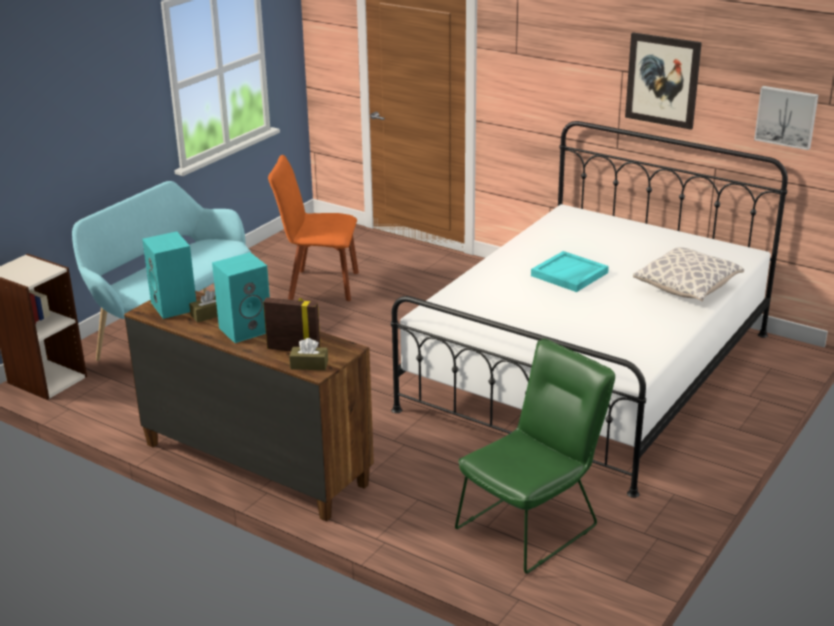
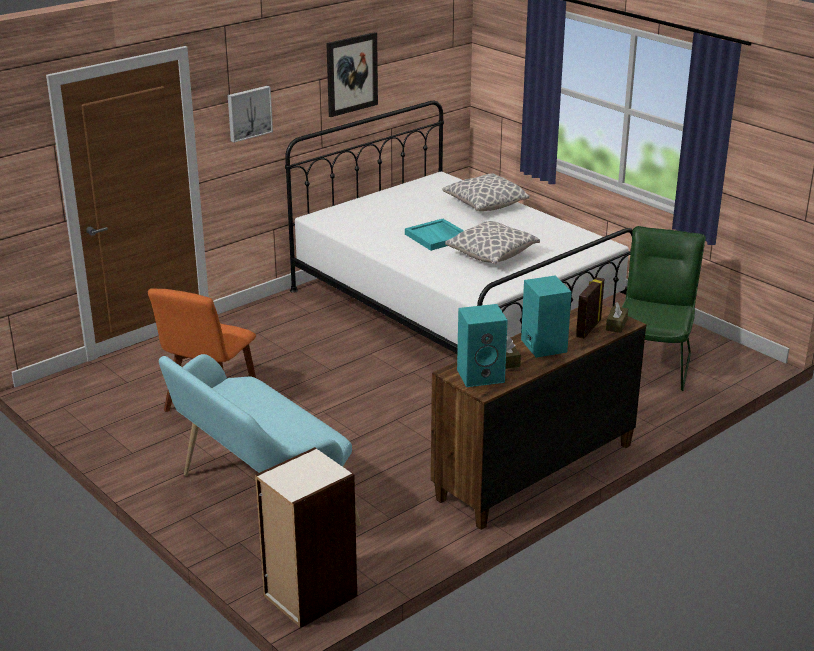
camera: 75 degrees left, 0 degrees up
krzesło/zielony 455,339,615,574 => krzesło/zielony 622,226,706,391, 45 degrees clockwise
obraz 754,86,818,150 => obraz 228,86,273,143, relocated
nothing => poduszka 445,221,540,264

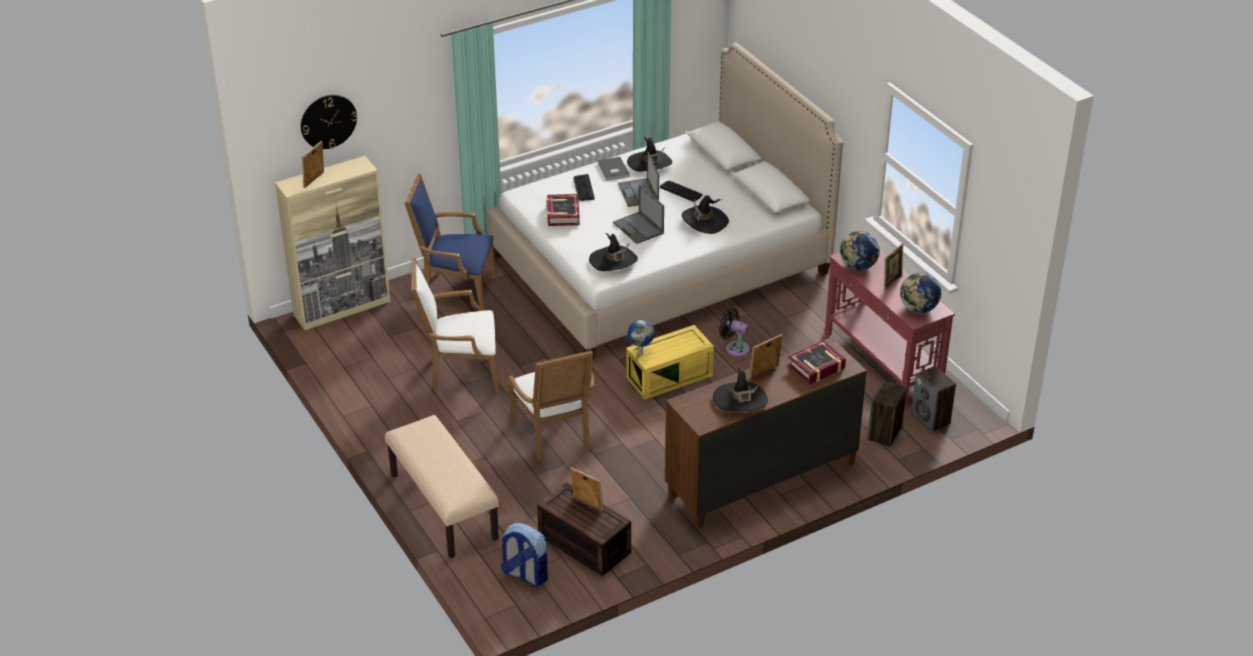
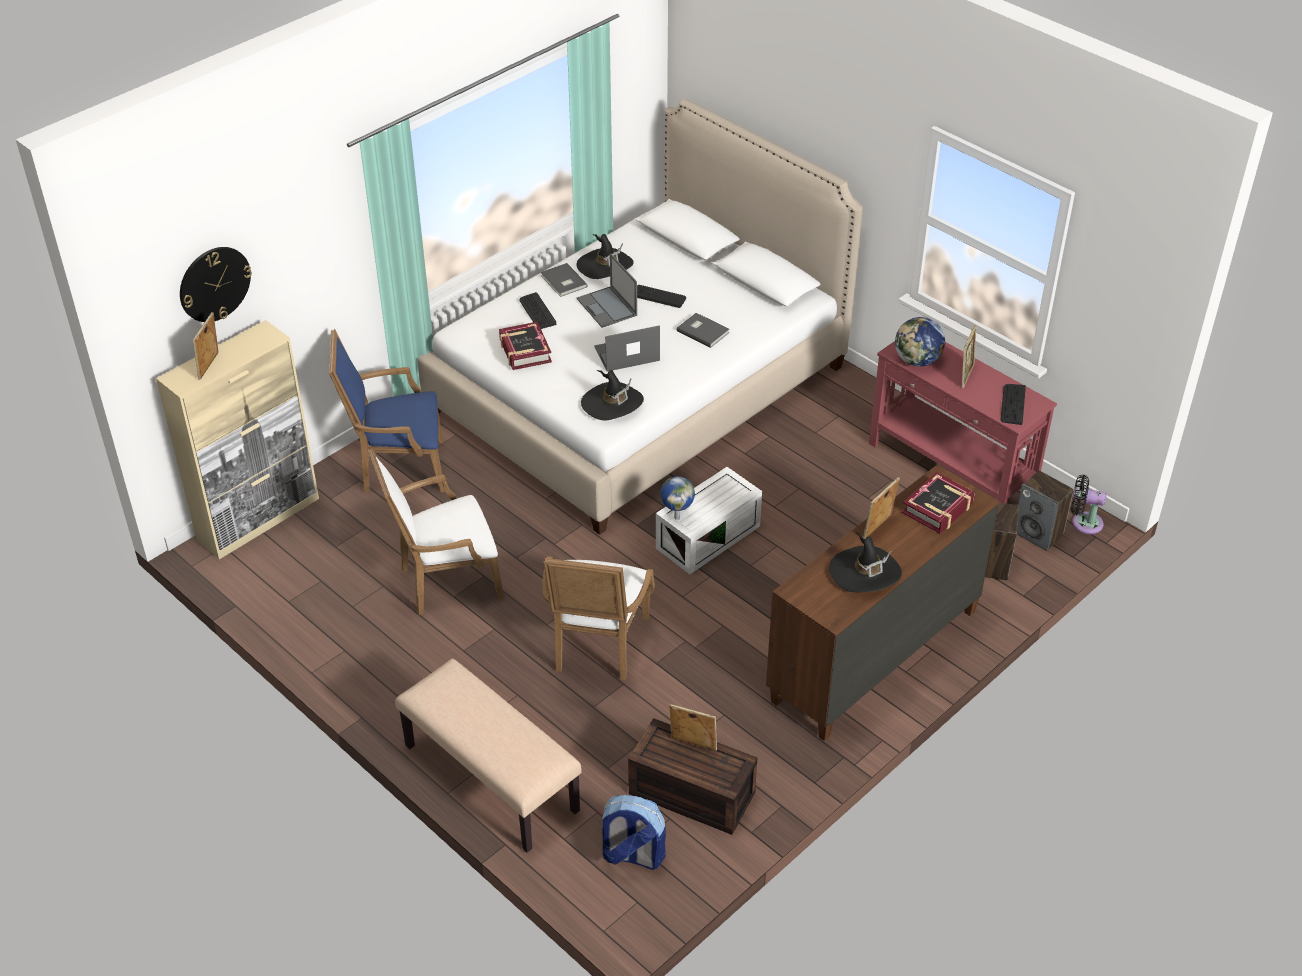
camera: 15 degrees left, 5 degrees up
fotel/biały 507,350,594,461 => fotel/biały 542,556,655,681, 45 degrees clockwise
laptop 613,185,664,244 => laptop 594,325,660,372, 120 degrees clockwise
pojemnik do przechowywania/żółty 626,325,714,400 => pojemnik do przechowywania/biały 656,467,762,574
kapelusz/czarny 682,195,729,234 => książka/szary 677,313,730,348
wentylator/czarny 719,308,750,357 => wentylator/czarny 1071,474,1107,534, relocated
globus 900,272,941,313 => klawiatura 1001,384,1026,425

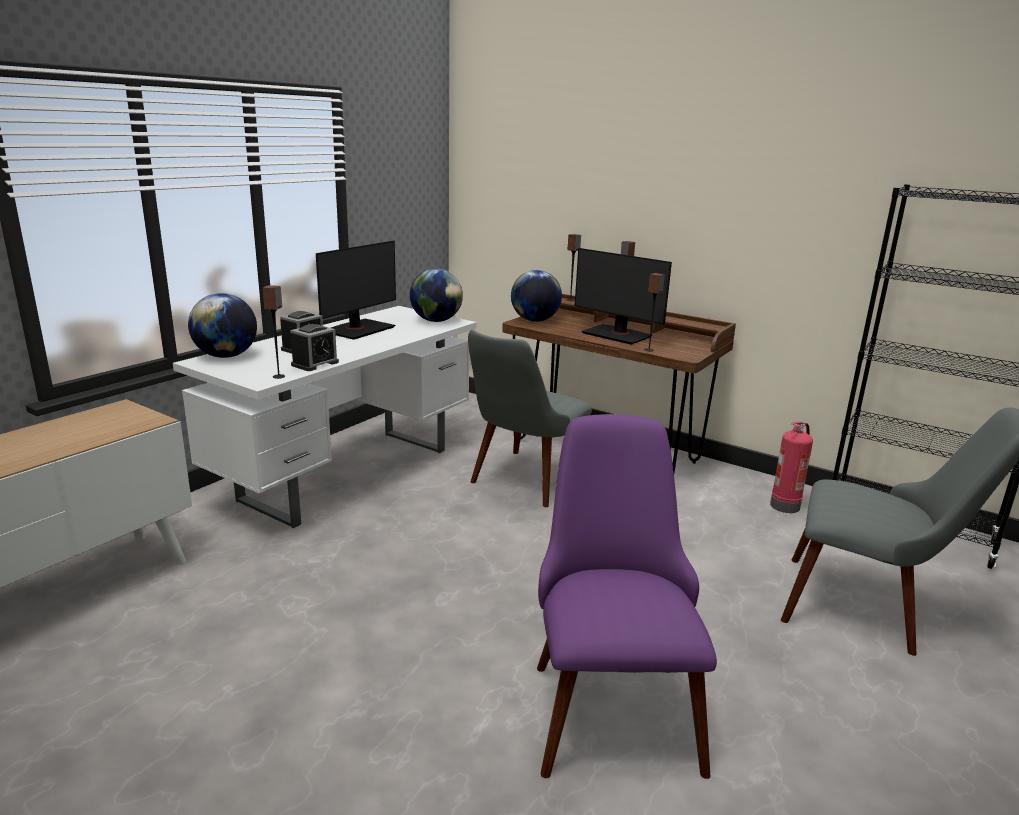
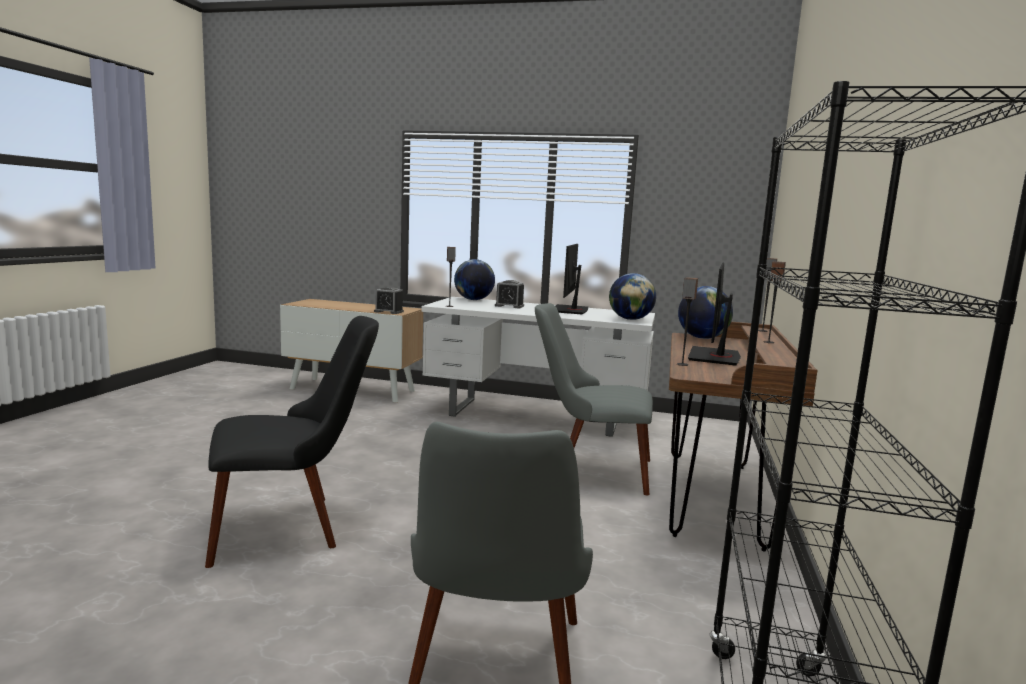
camera: 70 degrees right, 10 degrees down
budzik 290,324,339,371 => budzik 374,287,404,314, relocated
monitor 316,241,396,340 => monitor 556,244,588,314, 90 degrees clockwise
krzesło/fioletowy 537,414,717,779 => krzesło/czarny 205,316,379,568
gaśnica 770,422,813,513 => nothing

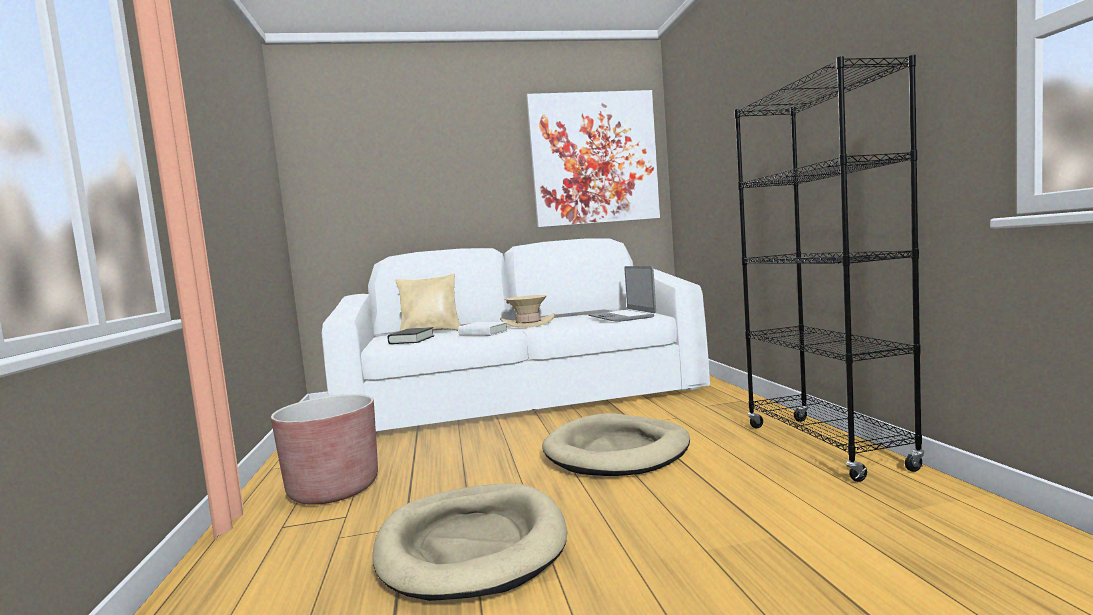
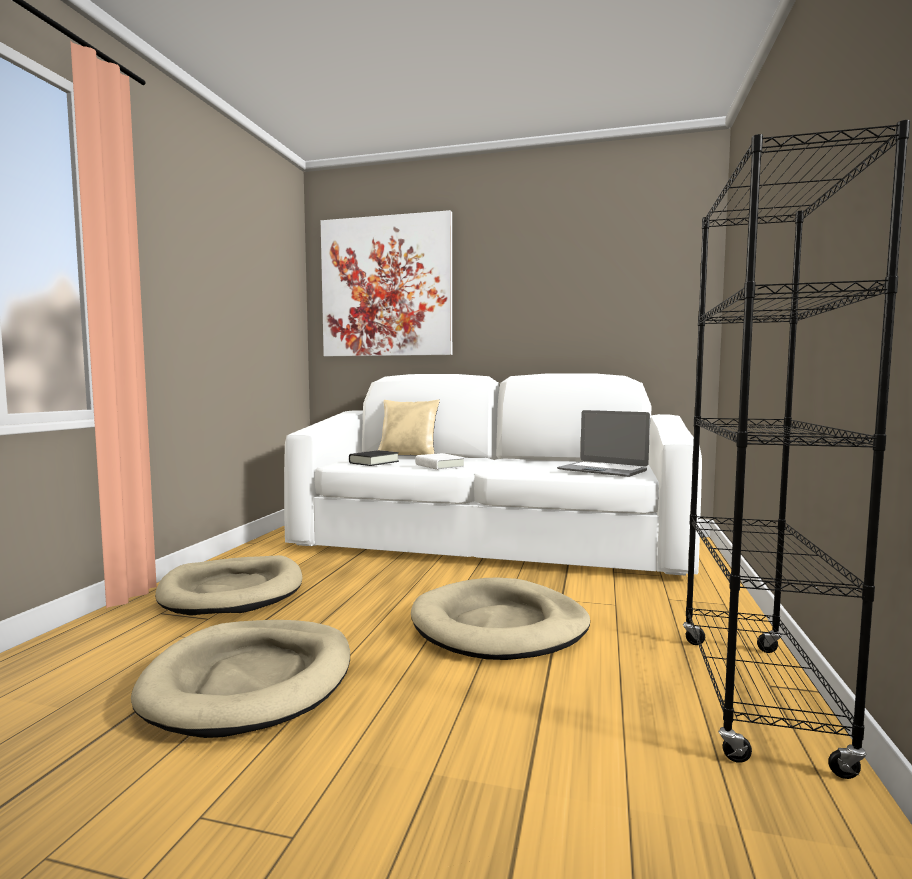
camera: 25 degrees right, 0 degrees up
donica/brązowy 271,394,378,505 => legowisko/beżowy 155,555,302,616
kapelusz/beżowy 501,295,555,328 => nothing
obraz 526,90,660,227 => obraz 321,210,452,357, relocated
laptop 588,266,656,322 => laptop 557,410,650,477, 60 degrees counterclockwise

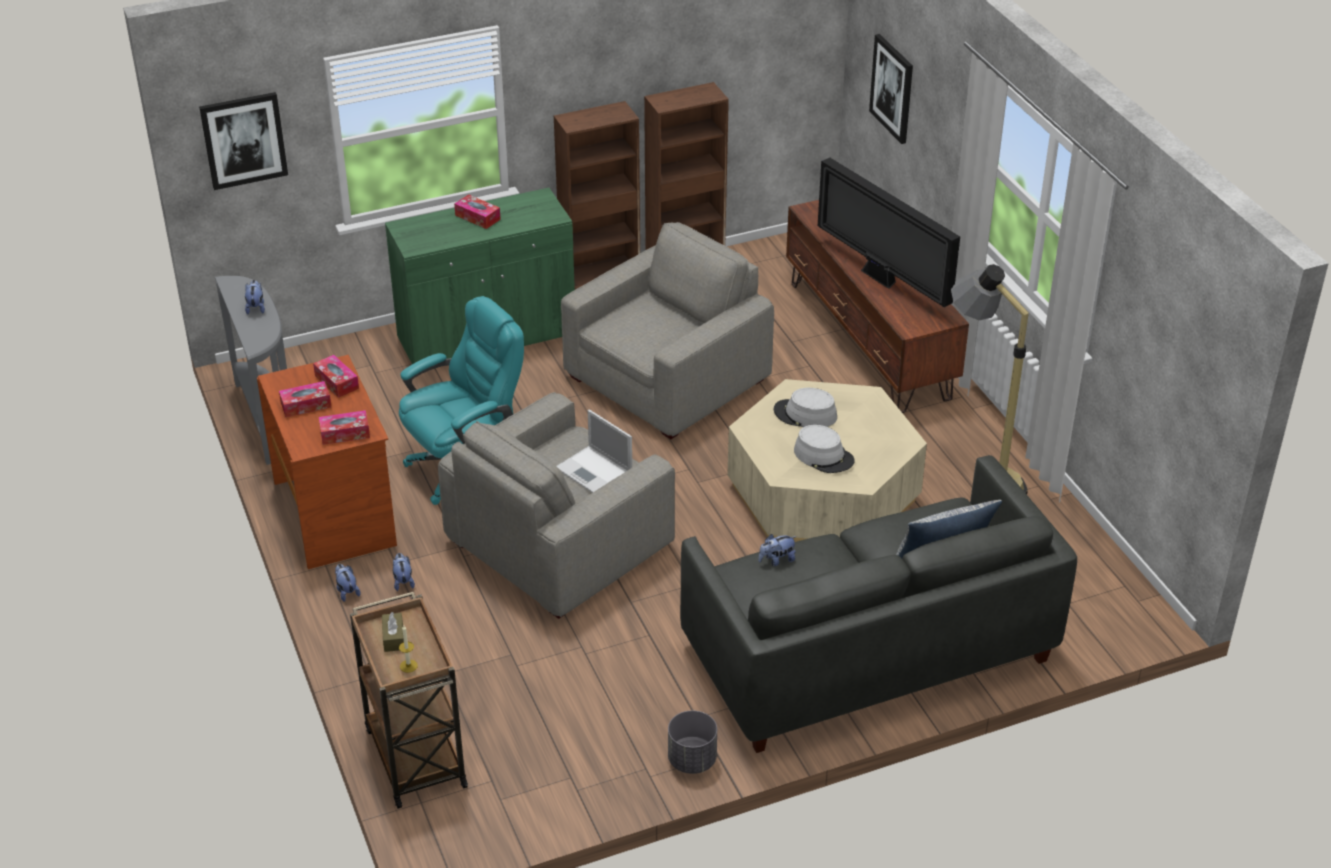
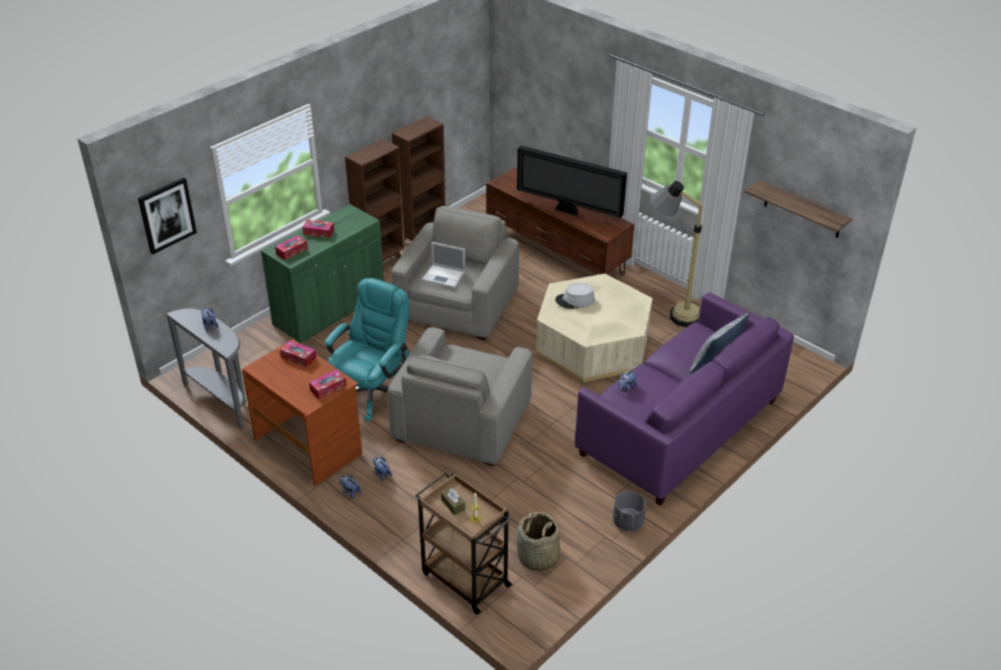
camera: 25 degrees left, 0 degrees up
pudełko chusteczek 279,381,331,417 => pudełko chusteczek 275,235,308,260, relocated
laptop 556,410,632,493 => laptop 422,242,465,288, relocated
kanapa/szary 680,455,1077,753 => kanapa/fioletowy 575,293,794,506
kapelusz/szary 794,425,855,473 => nothing
obraz 869,34,913,144 => nothing
nothing => koszyk 516,512,560,572
nothing => półka 745,180,852,238

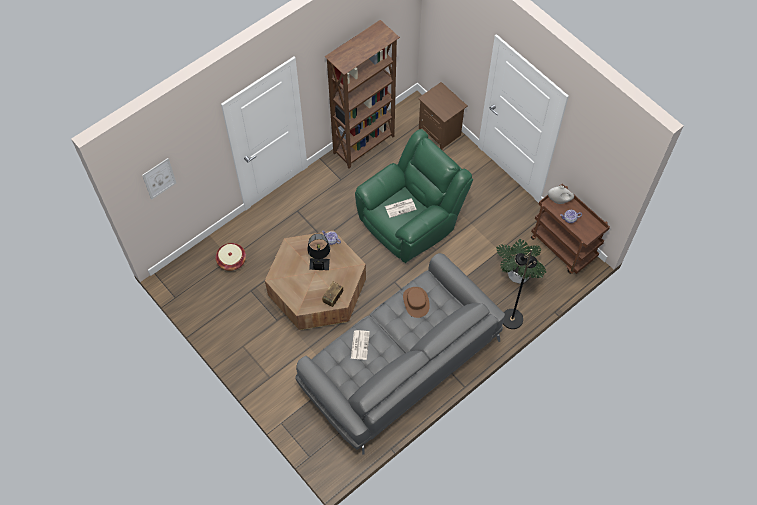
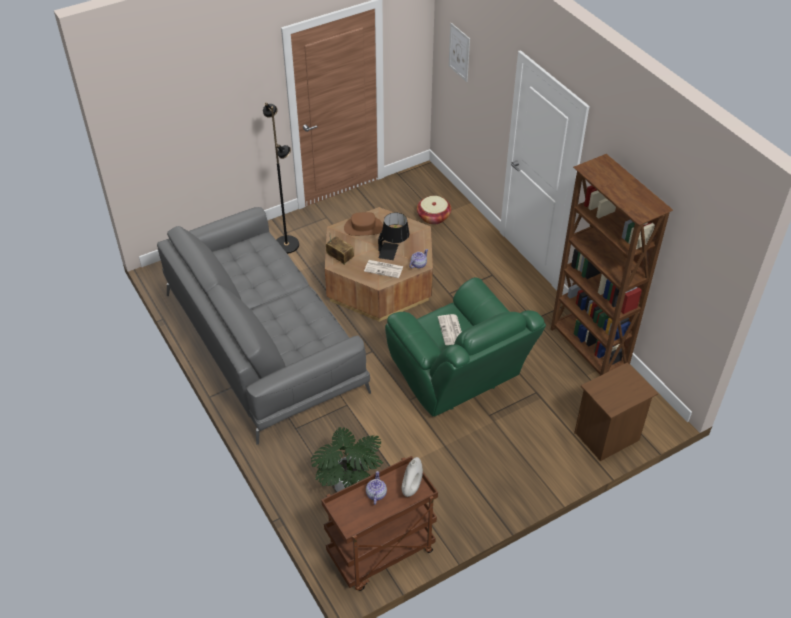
camera: 100 degrees right, 15 degrees down
gazeta 351,330,370,360 => gazeta 364,260,404,278, relocated
kapelusz/brązowy 403,287,430,318 => kapelusz/brązowy 344,212,383,236, relocated
lampa stojąca/czarny 503,249,537,329 => lampa stojąca/czarny 263,102,299,254, relocated

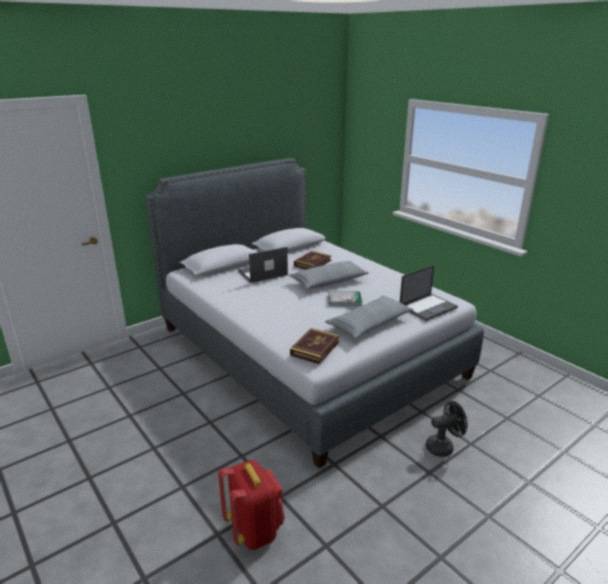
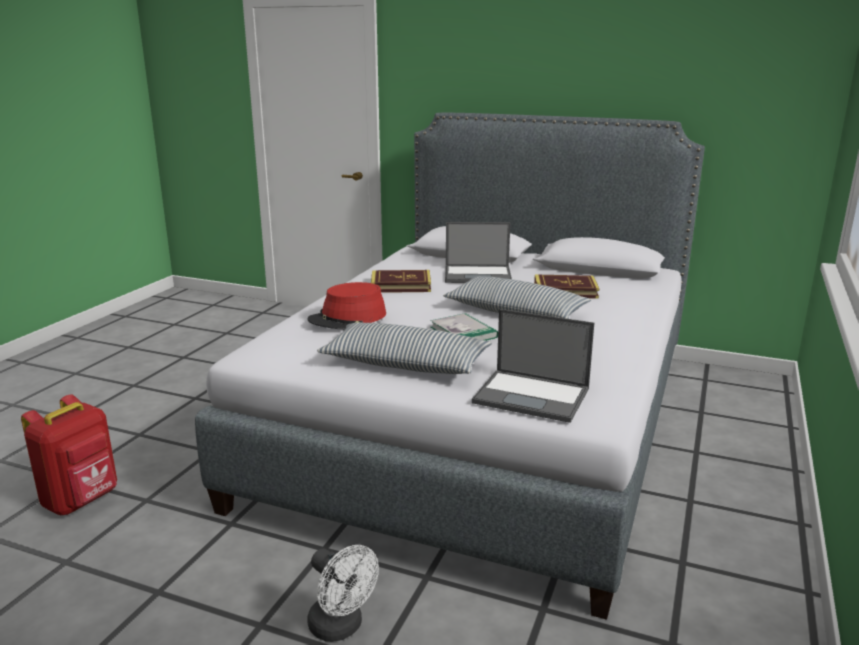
camera: 60 degrees right, 5 degrees down
laptop 238,247,288,283 => laptop 445,222,512,283, 150 degrees clockwise
książka 290,328,340,364 => książka 371,270,431,293, relocated
wentylator/czarny 426,401,467,457 => wentylator/biały 307,545,379,642
nothing => kapelusz/czerwony 307,282,386,329

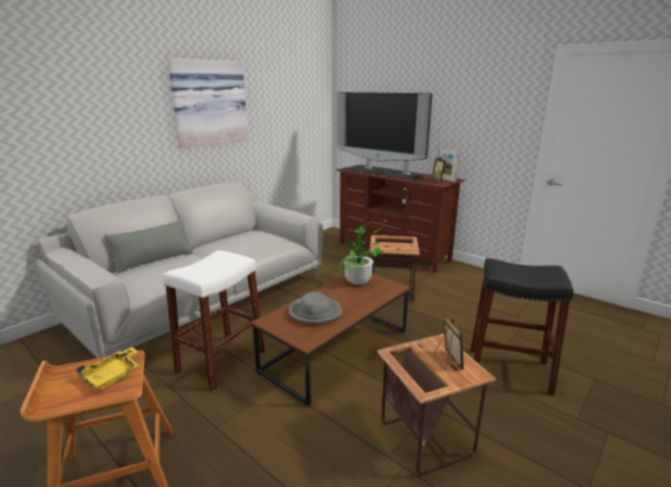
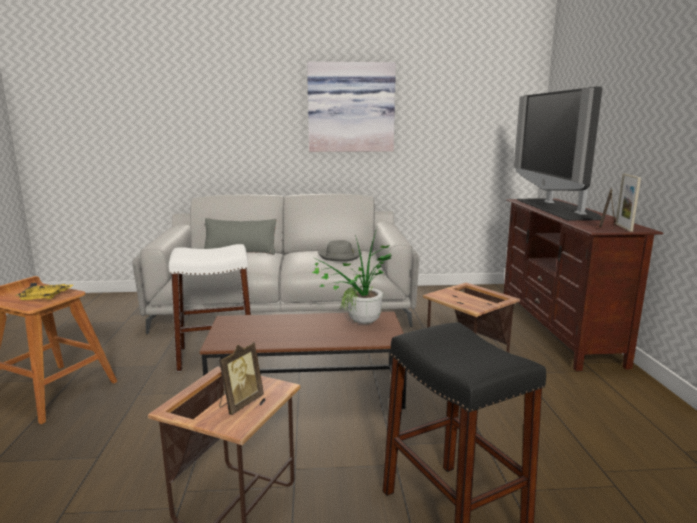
camera: 45 degrees right, 5 degrees down
kapelusz/szary 289,292,342,325 => kapelusz/szary 318,240,362,262, relocated

